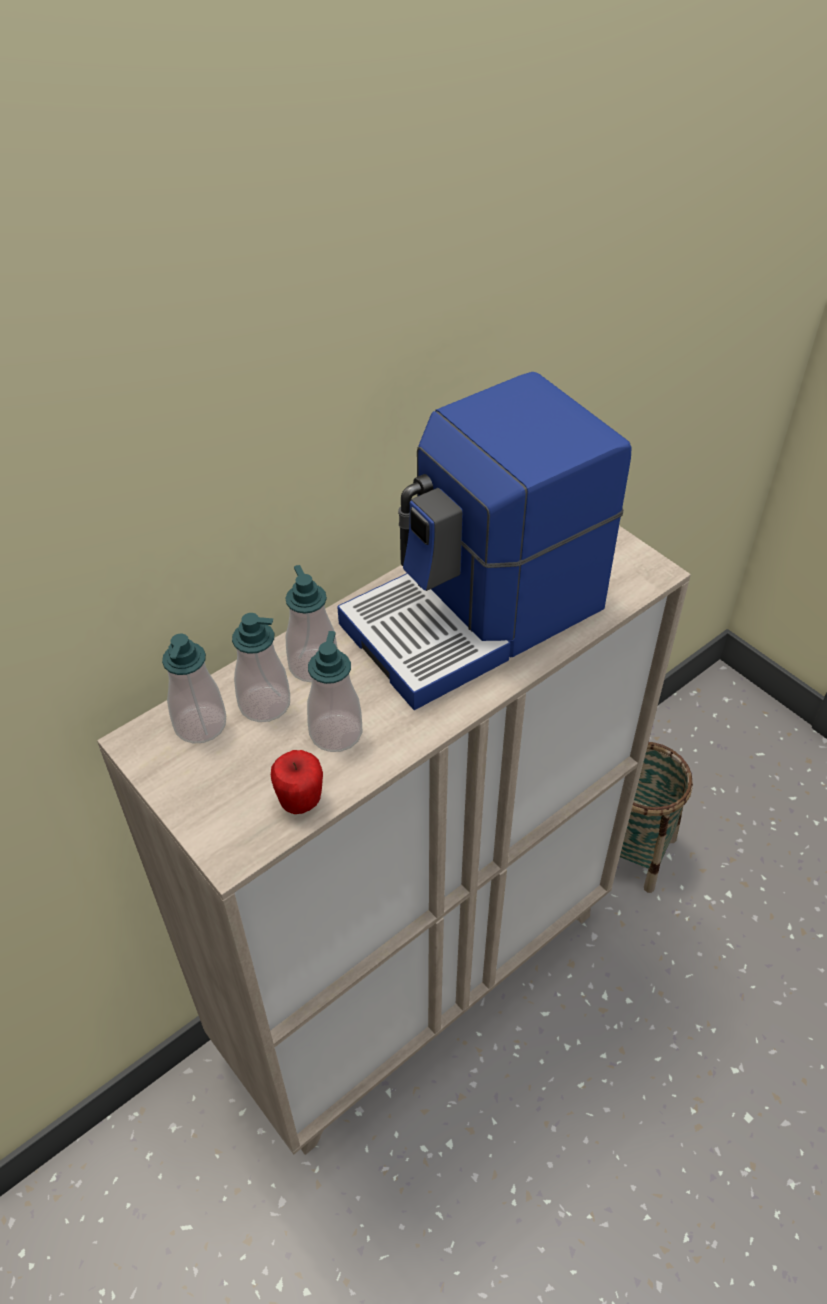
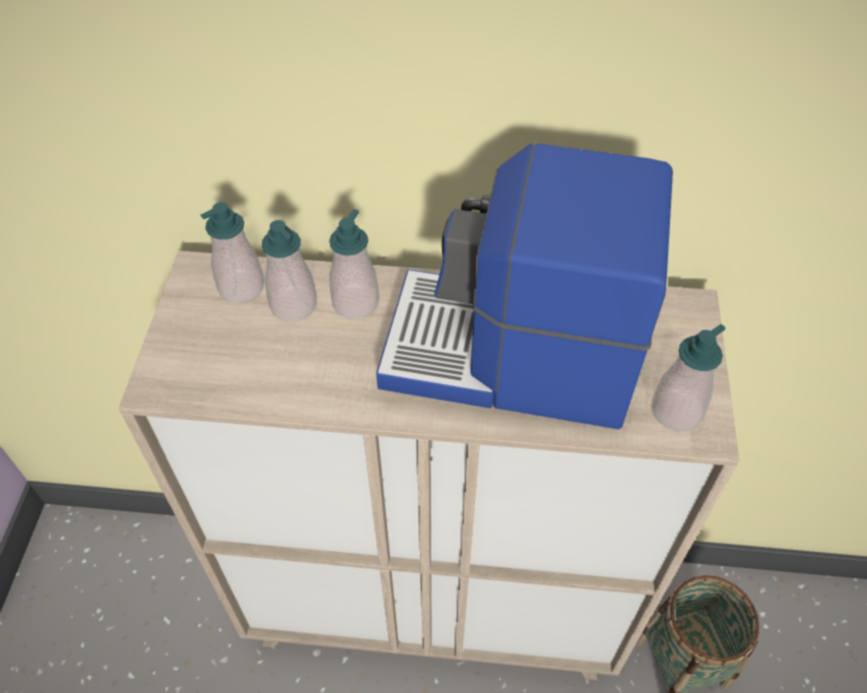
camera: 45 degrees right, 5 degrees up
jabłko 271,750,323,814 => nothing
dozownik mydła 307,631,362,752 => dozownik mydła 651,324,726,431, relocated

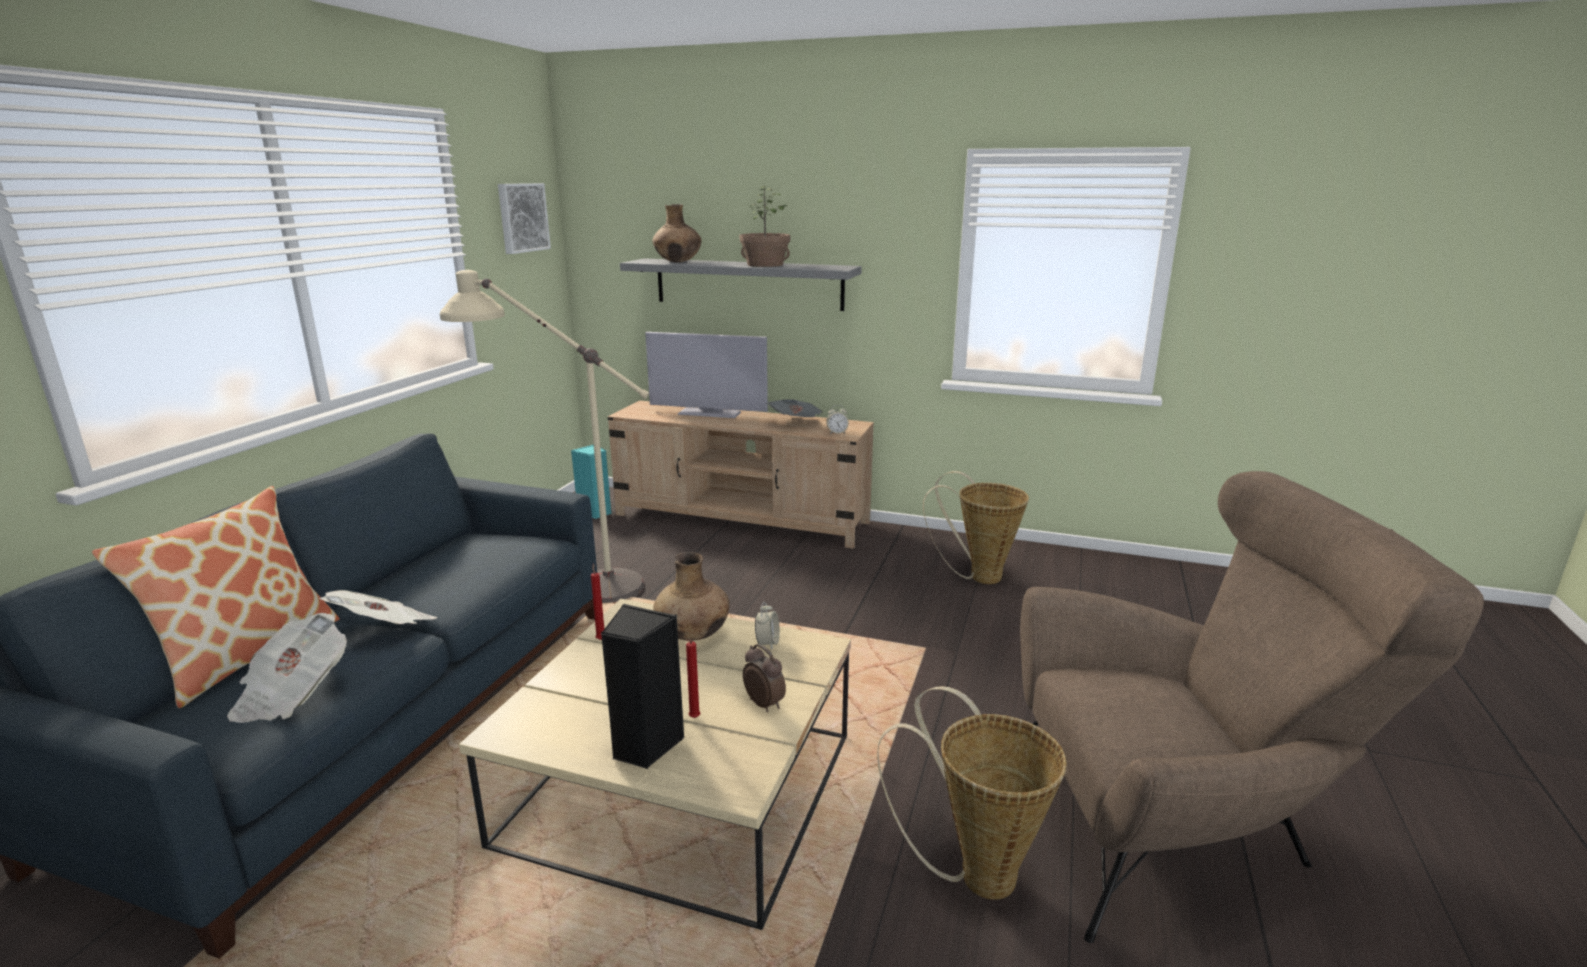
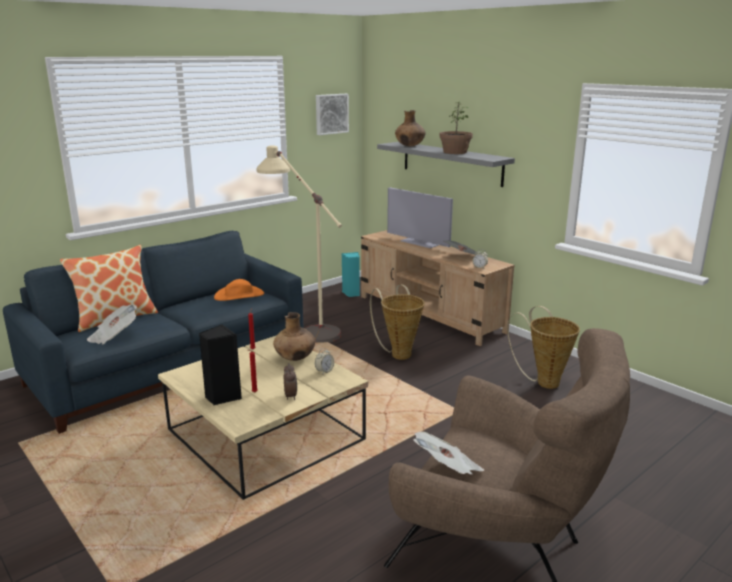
camera: 30 degrees right, 0 degrees up
gazeta 319,590,437,625 => gazeta 413,432,484,475, relocated
koszyk 877,686,1067,900 => koszyk 370,285,425,360, relocated
nothing => kapelusz/pomarańczowy 214,279,264,301

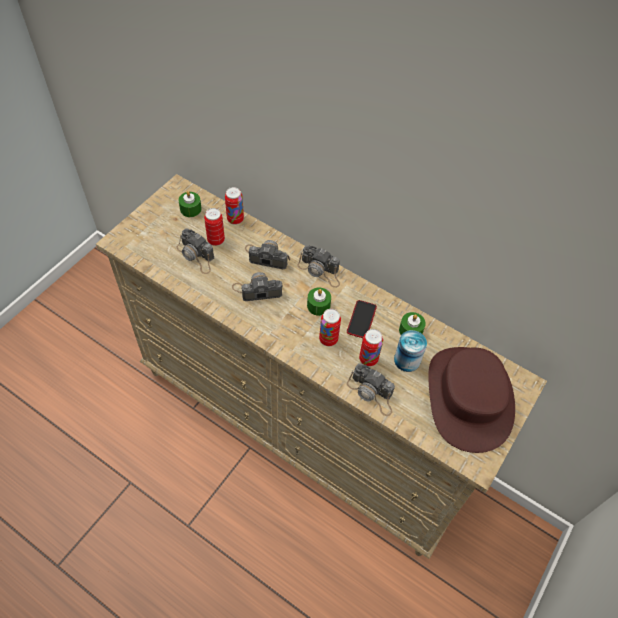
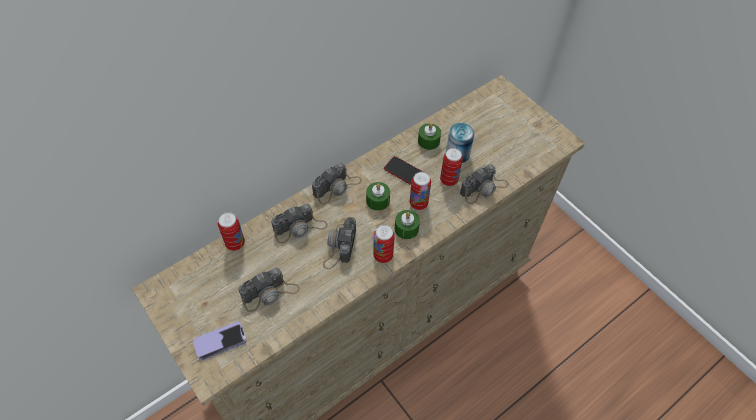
camera: 70 degrees left, 0 degrees up
świeca/zielony 178,191,202,217 => świeca/zielony 395,210,420,239, relocated
puszka 204,208,225,246 => puszka 373,225,395,263, relocated
aparat fotograficzny 245,240,290,269 => aparat fotograficzny 271,204,328,243, 150 degrees counterclockwise
kapelusz/brązowy 428,347,515,453 => nothing
nothing => telefon 193,322,247,361

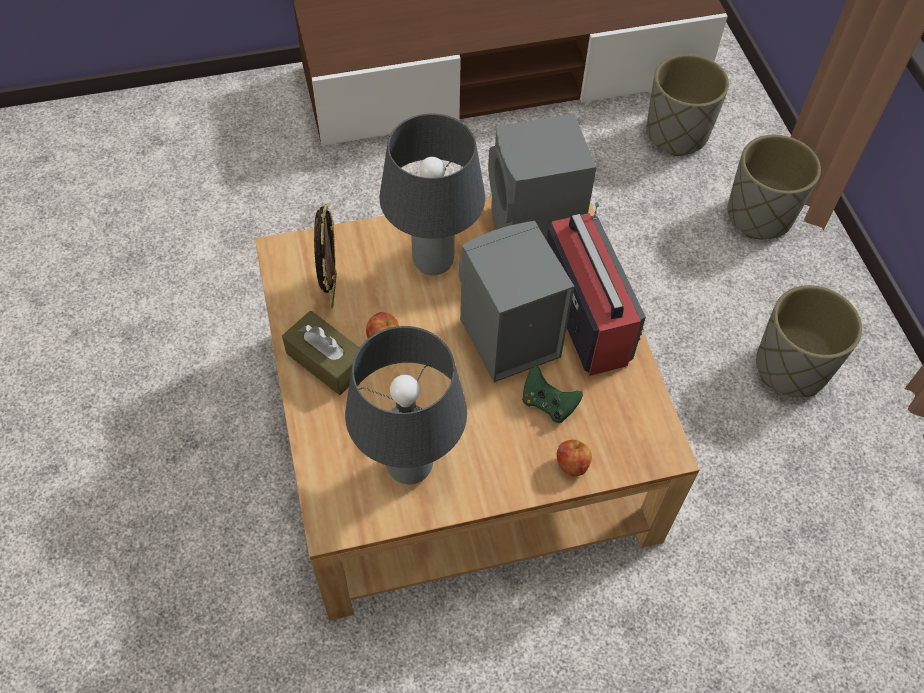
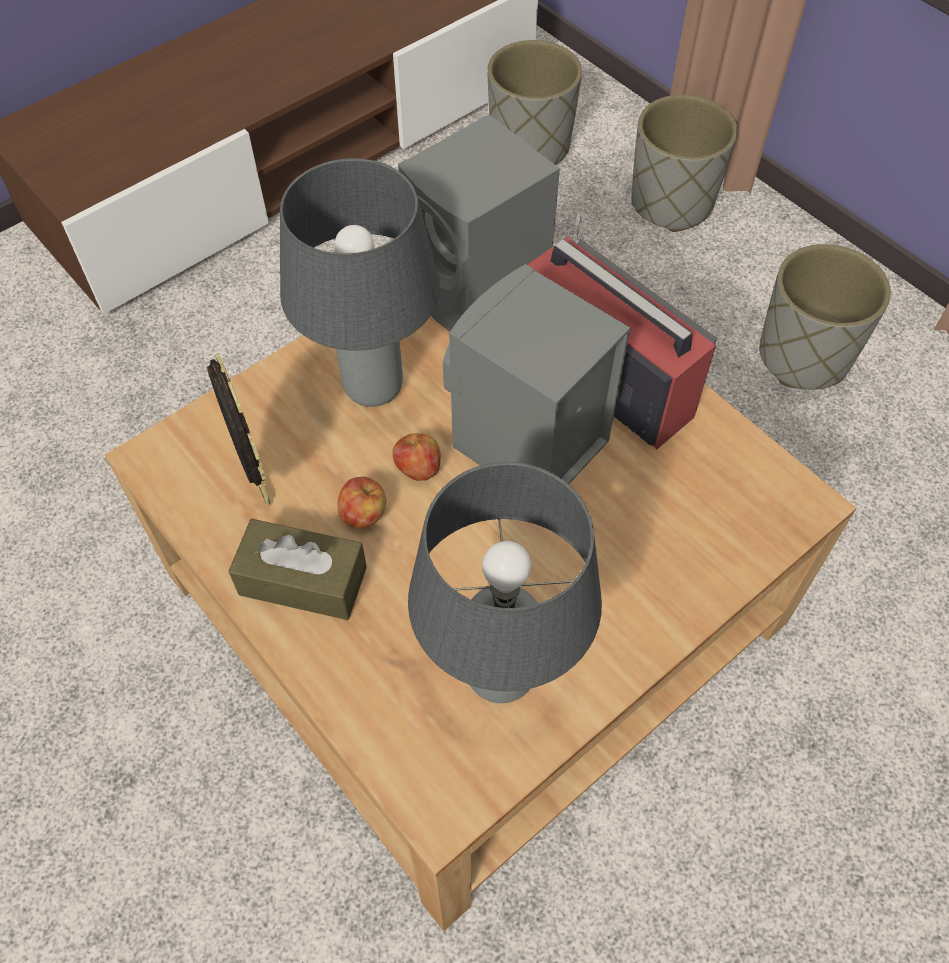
camera: 25 degrees left, 0 degrees up
pad do gier/zielony 522,365,583,423 => nothing
jabłko 557,440,592,477 => jabłko 392,433,441,481, relocated

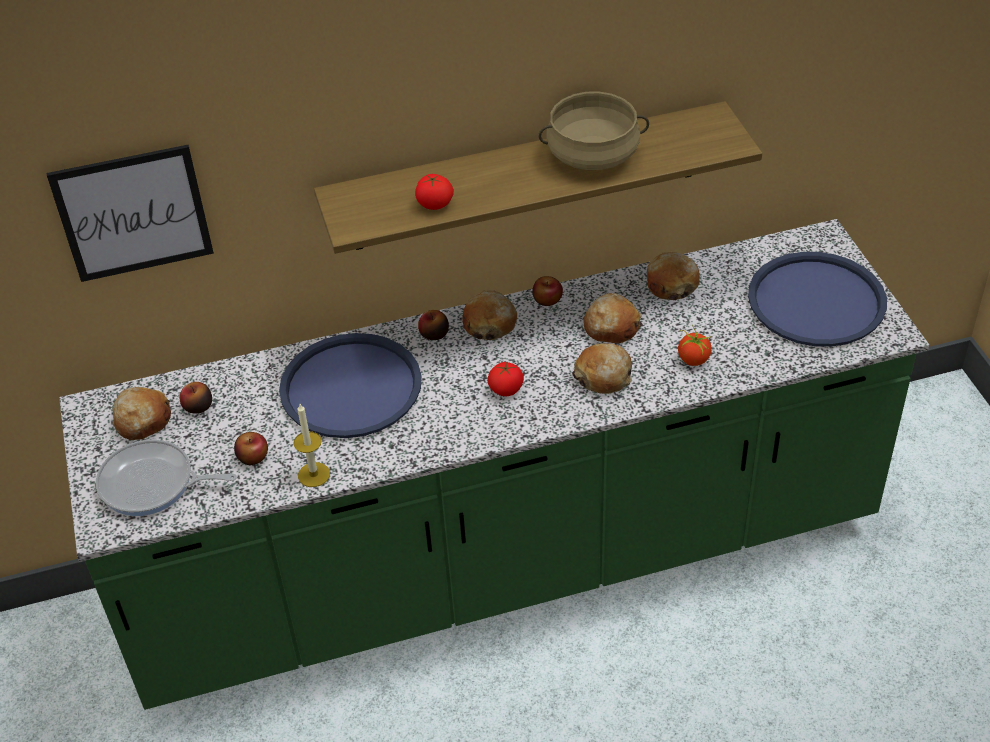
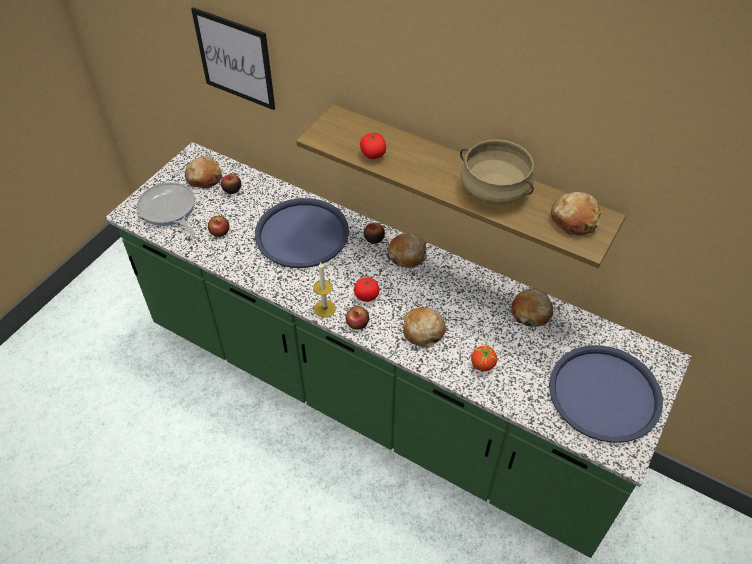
camera: 45 degrees right, 5 degrees up
świeca 293,404,330,487 => świeca 313,262,336,317, relocated
jabłko 532,276,563,306 => jabłko 346,306,369,330, relocated
chleb 583,293,643,343 => chleb 551,192,601,236, relocated

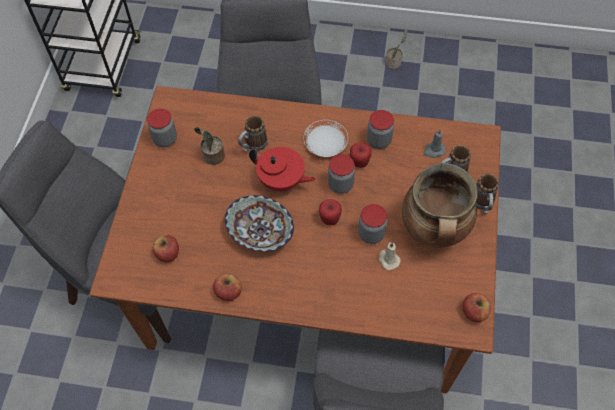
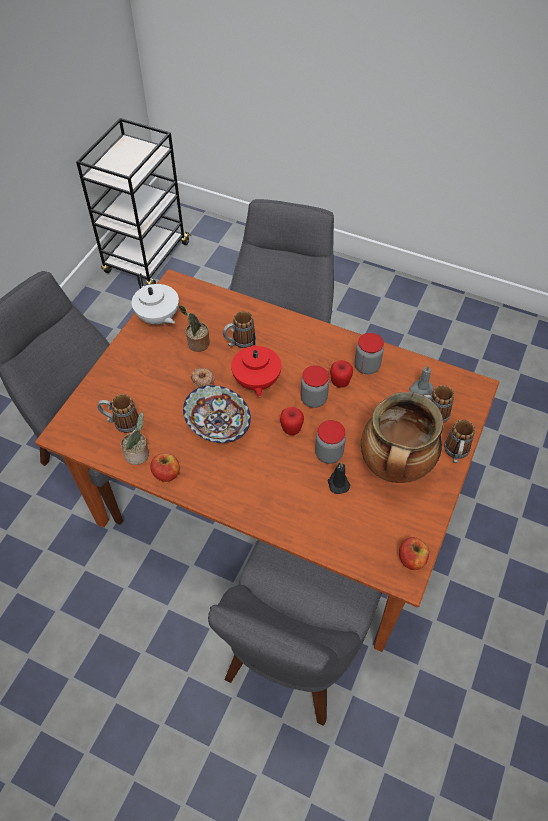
camera: 15 degrees right, 5 degrees down
słoik 147,109,177,147 => imbryk/biały 132,273,179,325
jabłko 153,234,179,262 => kubek 97,394,139,433
imbryk/czerwony 249,147,316,191 => imbryk/czerwony 231,332,281,397, 45 degrees clockwise
talerz/biały 303,120,348,157 => nothing
świeca/beżowy 379,242,400,270 => świeca/czarny 328,462,350,494
roślina doniczkowa 386,29,407,69 => roślina doniczkowa 121,412,149,465, relocated
nothing => donut 191,367,215,387

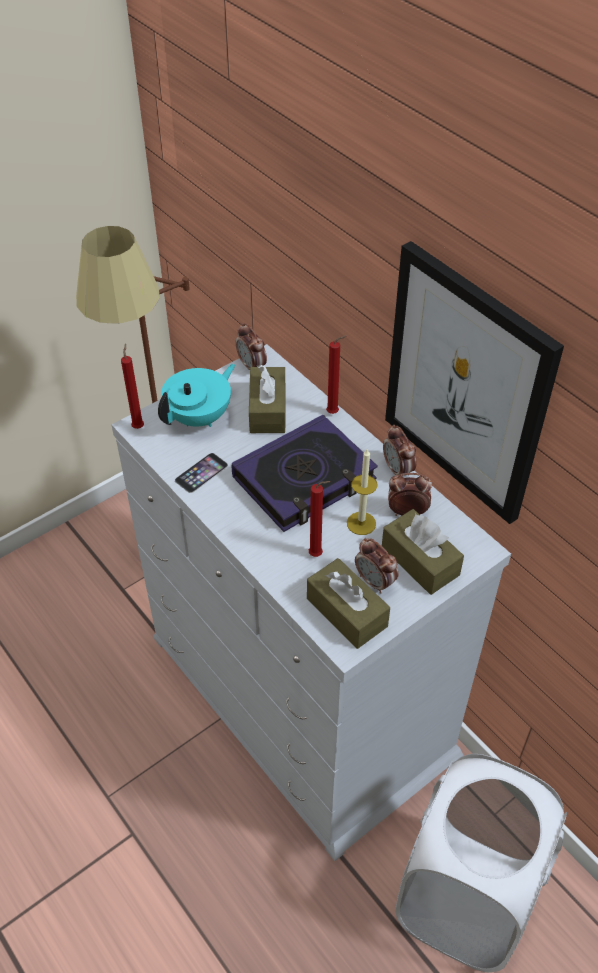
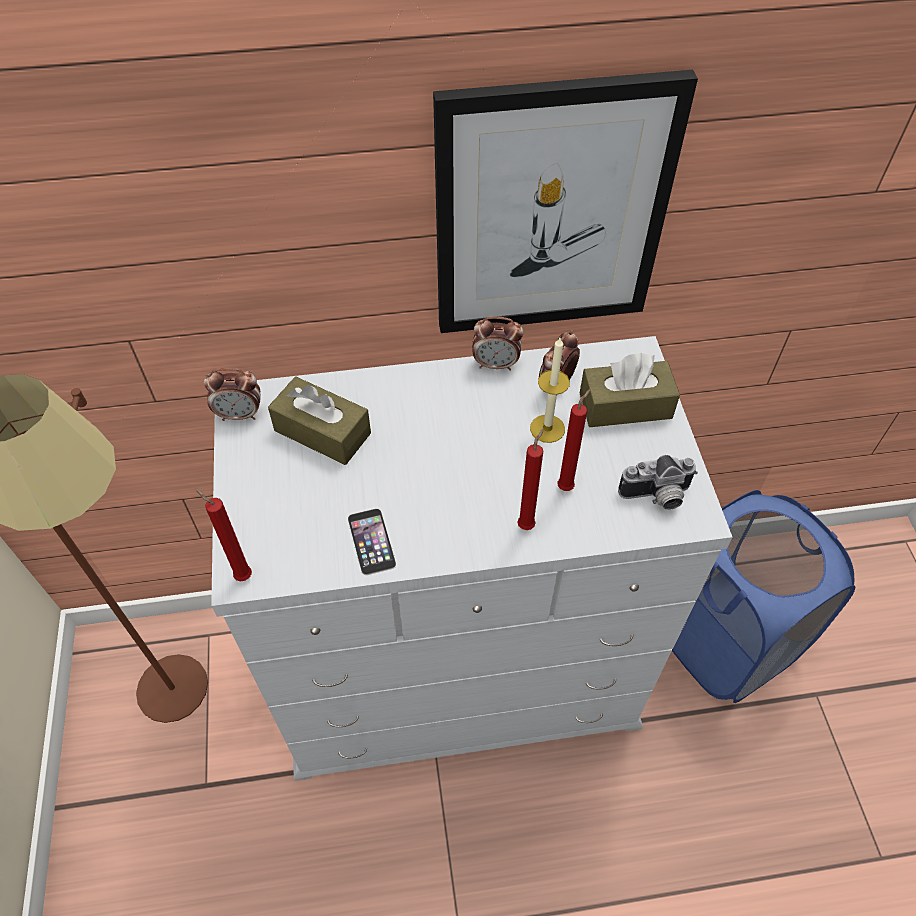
camera: 60 degrees left, 5 degrees up
imbryk/turkusowy 158,364,235,427 => nothing
książka 231,415,378,532 => nothing
pudełko chusteczek/brązowy 307,558,390,649 => aparat fotograficzny 618,455,698,510
świeca/czerwony 326,336,346,414 => świeca/czerwony 517,428,544,530, relocated
budzik 355,538,398,594 => nothing
kosz na pranie/biały 395,754,567,972 => kosz na pranie/niebieski 672,490,855,703

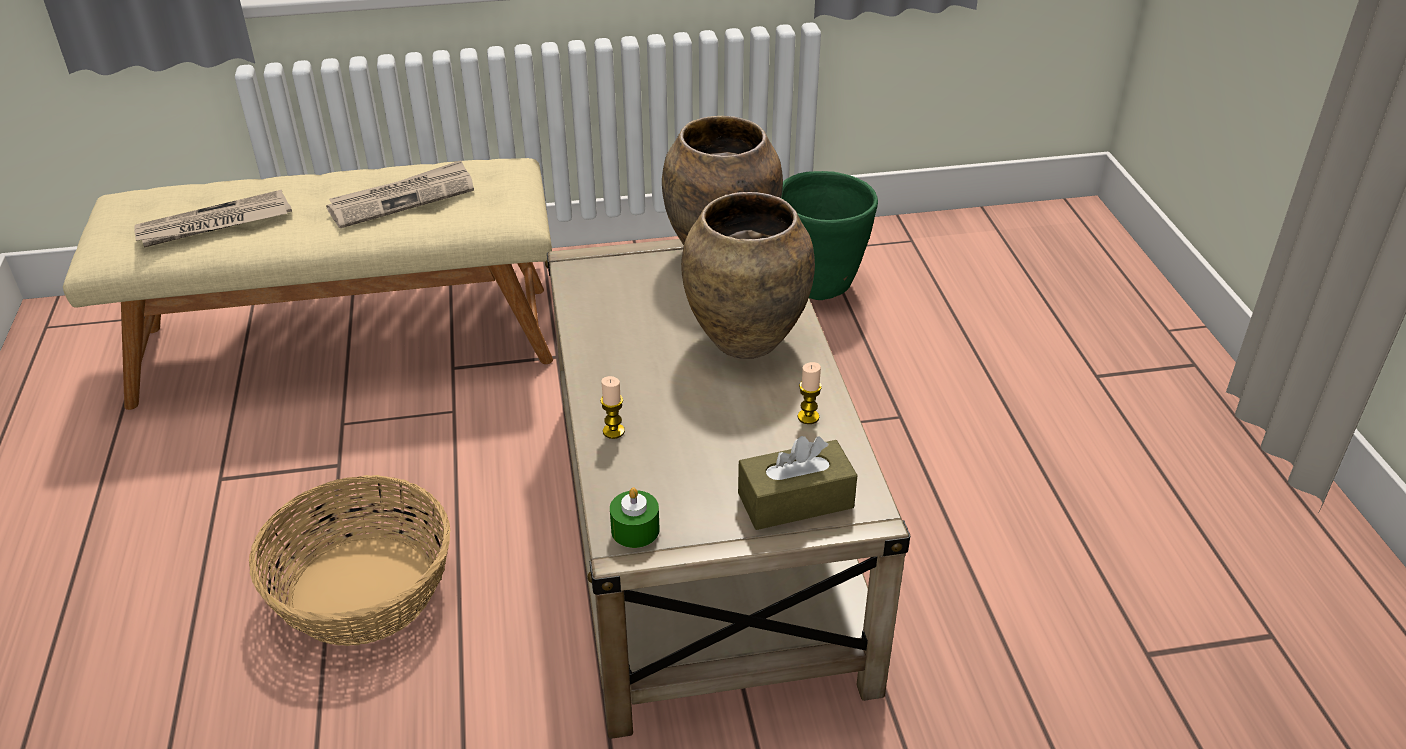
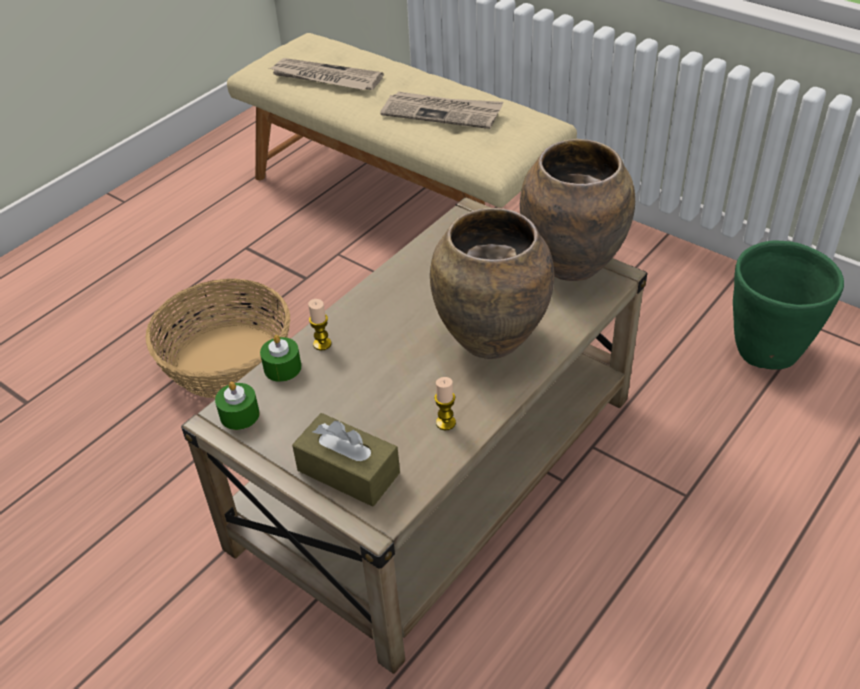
camera: 50 degrees right, 5 degrees up
nothing => świeca/zielony 260,335,302,382

